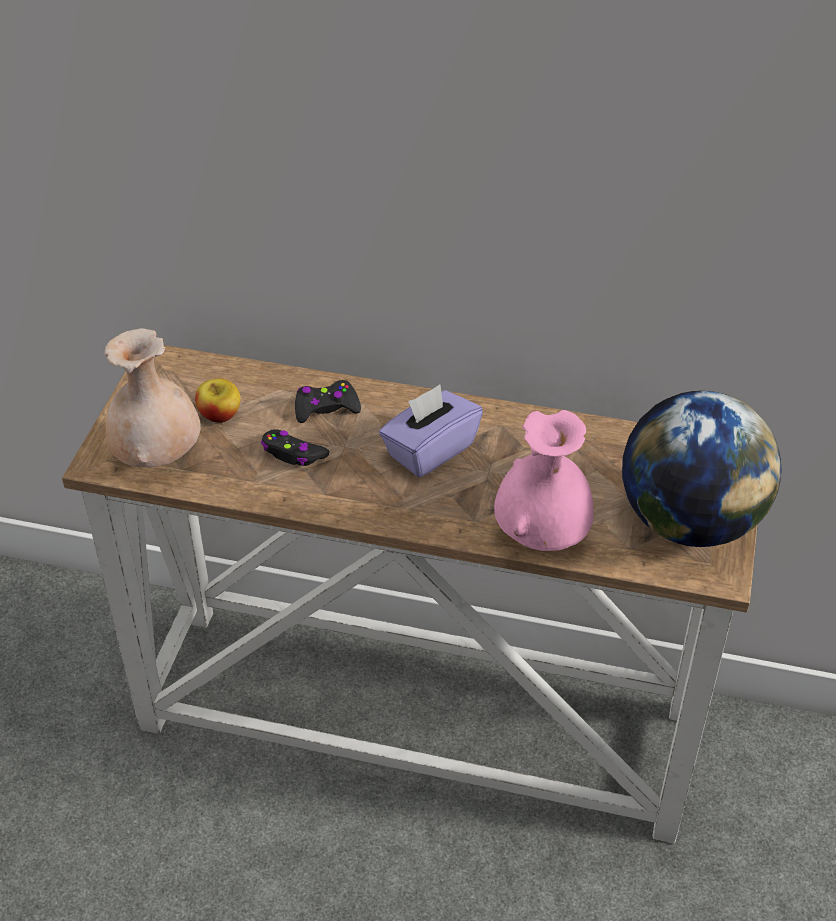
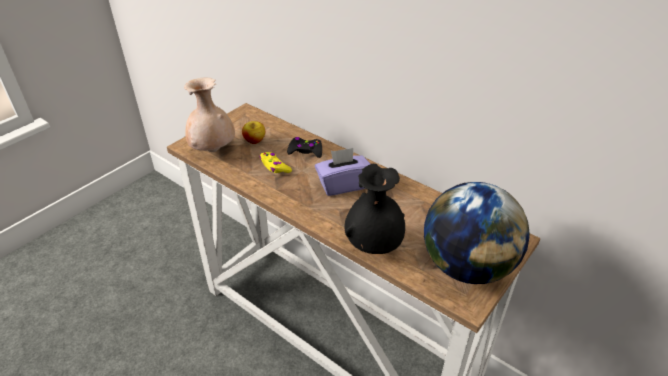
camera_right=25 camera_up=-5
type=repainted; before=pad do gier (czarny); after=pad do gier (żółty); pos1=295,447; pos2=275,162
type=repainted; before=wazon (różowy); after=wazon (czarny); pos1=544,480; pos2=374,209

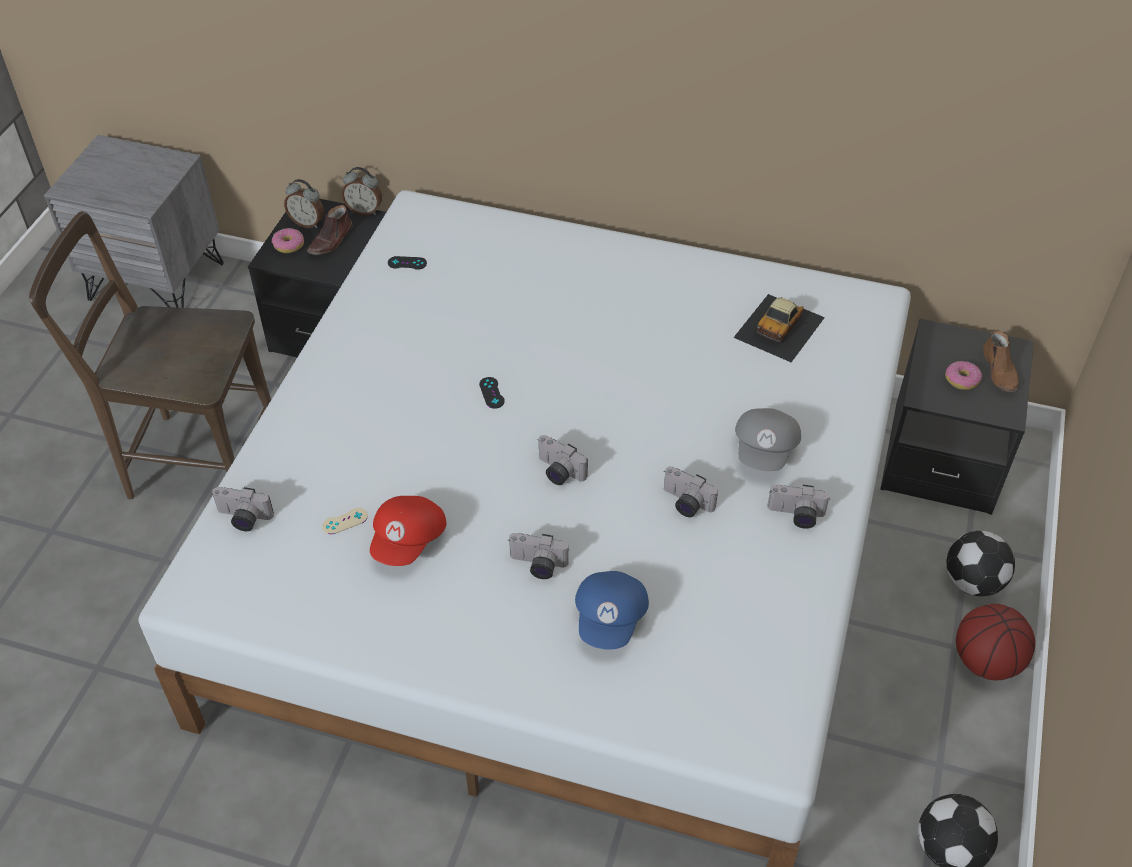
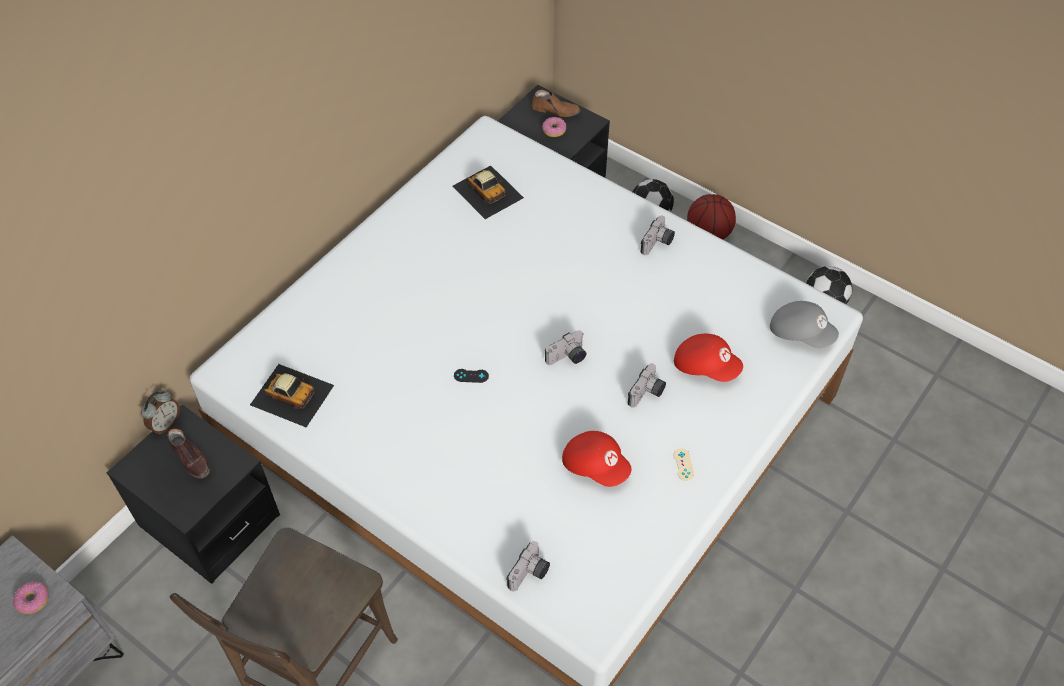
camera_right=-70 camera_up=5
type=shifted; before=donut; pos1=288,240; pos2=31,598
type=gone; before=budzik; pos1=304,203
type=shifted; before=pad do gier (beżowy); pos1=345,521; pos2=684,464
type=swapped; before=pad do gier (czarny); after=samochodzik; pos1=407,263; pos2=292,395
type=repainted; before=czapka z daszkiem (niebieski); after=czapka z daszkiem (czerwony); pos1=612,610; pos2=708,358
type=gone; before=aparat fotograficzny; pos1=691,491
type=shifted; before=czapka z daszkiem (szary); pos1=768,439; pos2=804,324

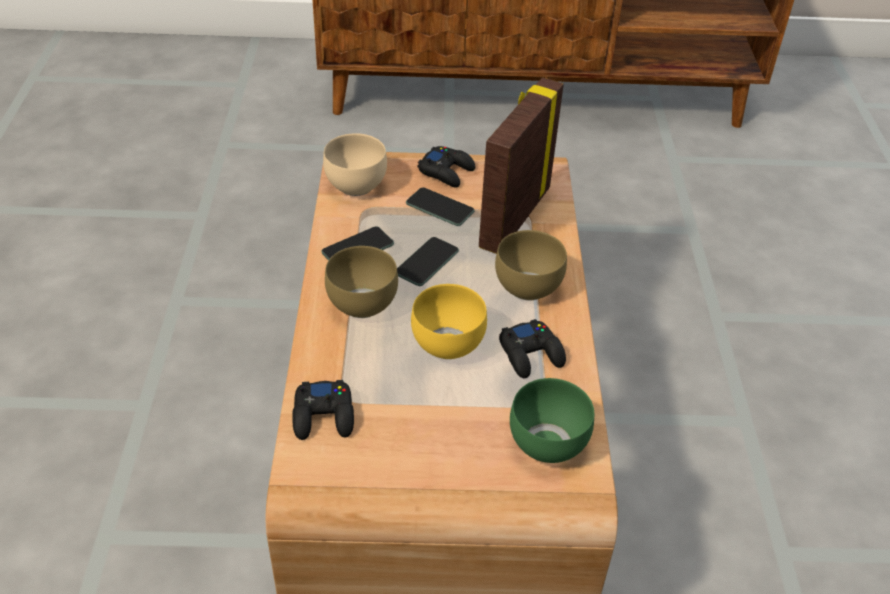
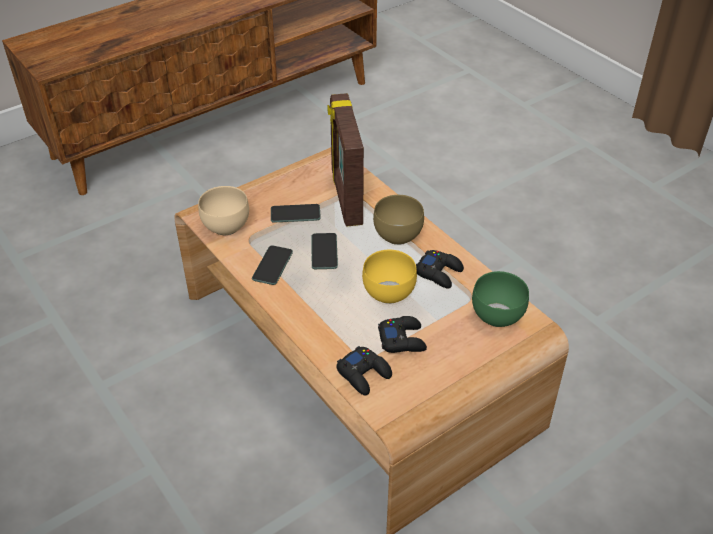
camera_right=-35 camera_up=0
type=gone; before=miska (brązowy); pos1=361,282
type=shifted; before=pad do gier (czarny); pos1=446,167; pos2=402,334

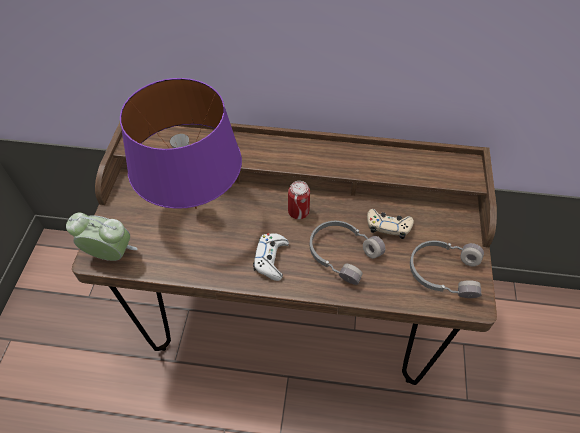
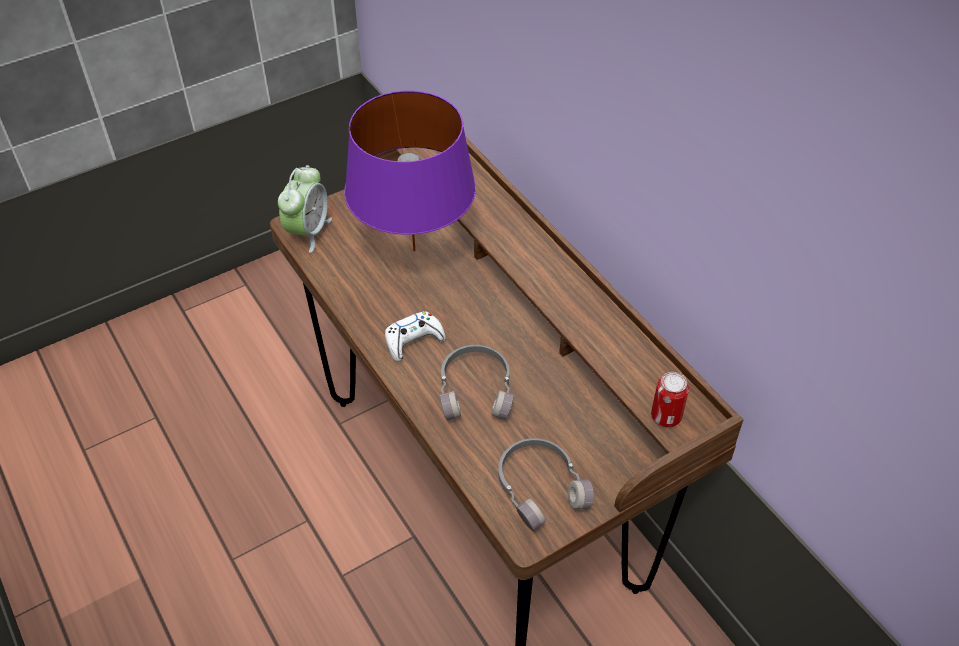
camera_right=50 camera_up=-5
type=rotated; before=budzik; pos1=102,237; pos2=305,209; turn=45
type=shifted; before=puszka; pos1=299,200; pos2=670,399
type=gone; before=pad do gier (beżowy); pos1=390,224

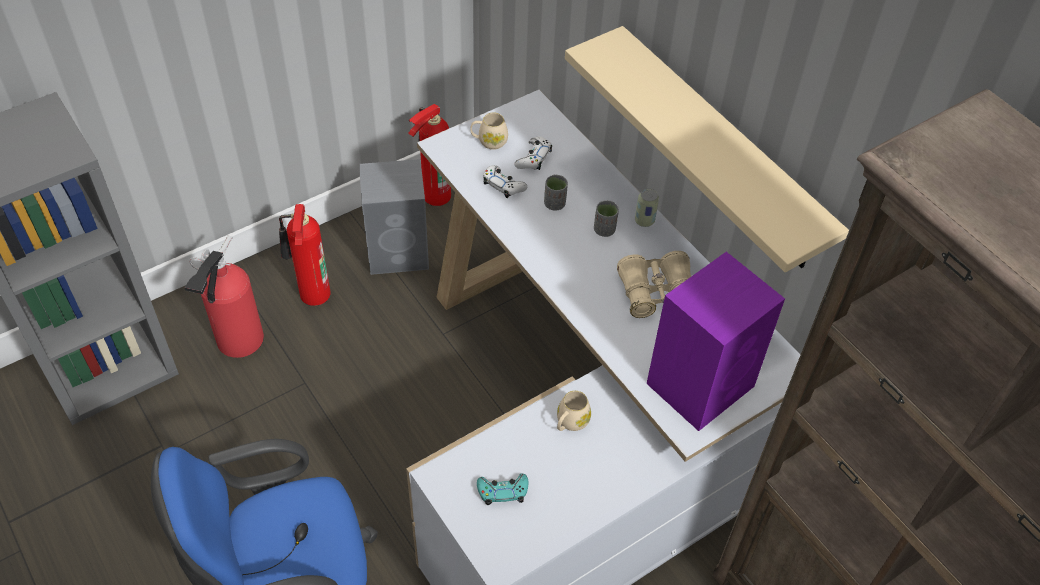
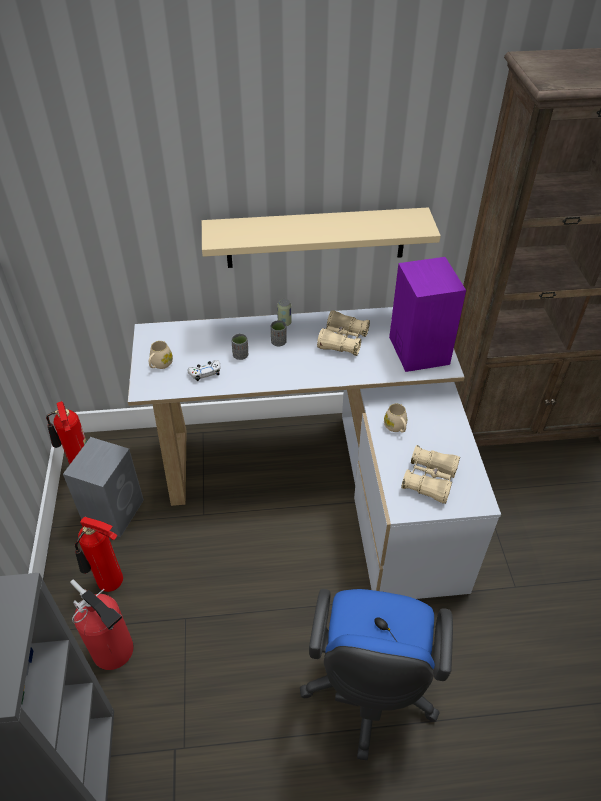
camera_right=-60 camera_up=-5
type=swapped; before=pad do gier (turkusowy); after=lornetka (beżowy); pos1=502,489; pos2=430,474
type=gone; before=pad do gier (biały); pos1=533,153

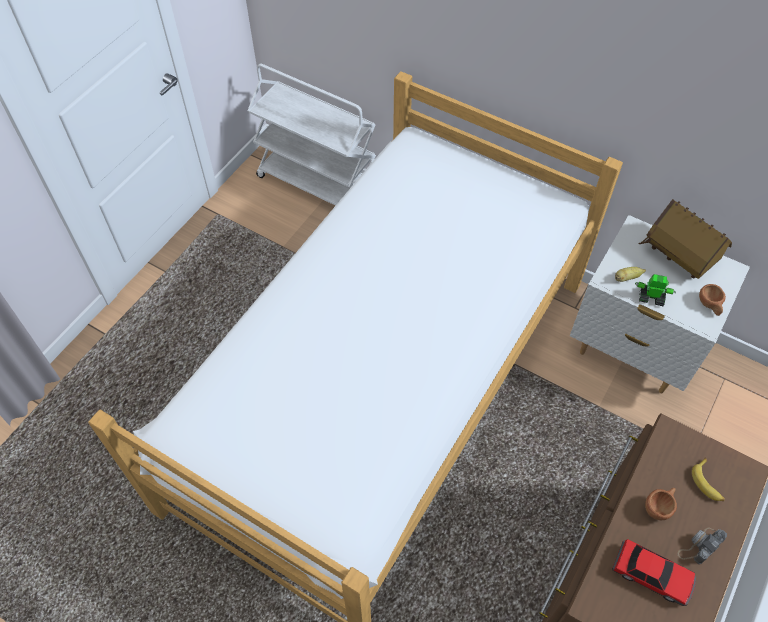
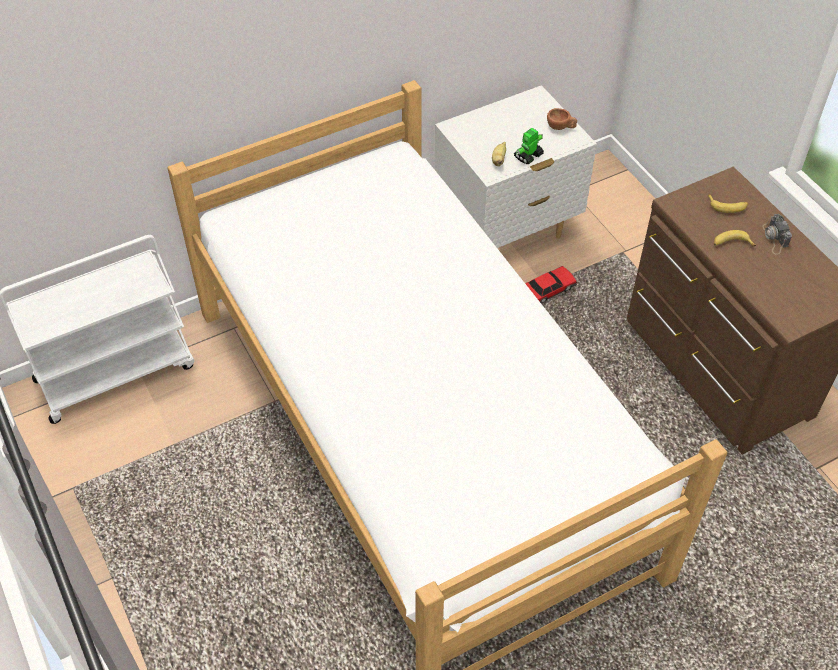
camera_right=-60 camera_up=-5
type=shifted; before=samochodzik; pos1=654,572; pos2=551,285
type=gone; before=domek; pos1=685,239
type=swapped; before=filiżanka (brązowy); after=banan; pos1=661,504; pos2=735,238

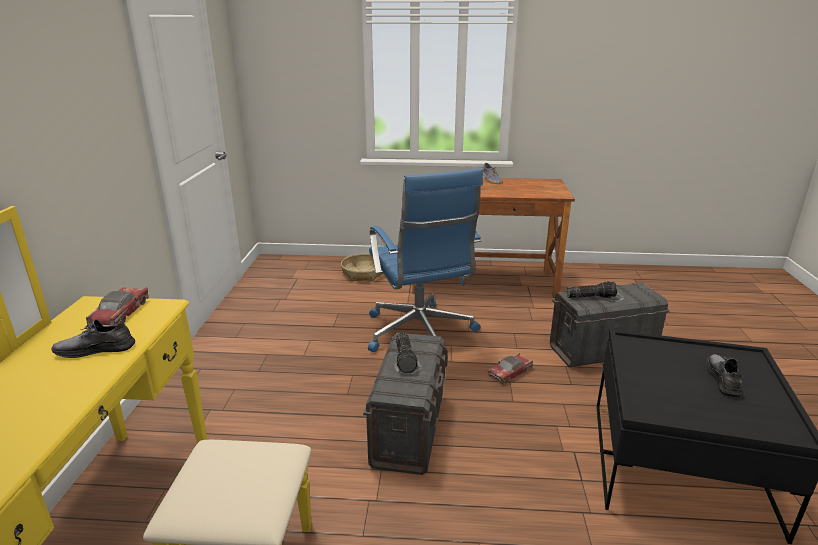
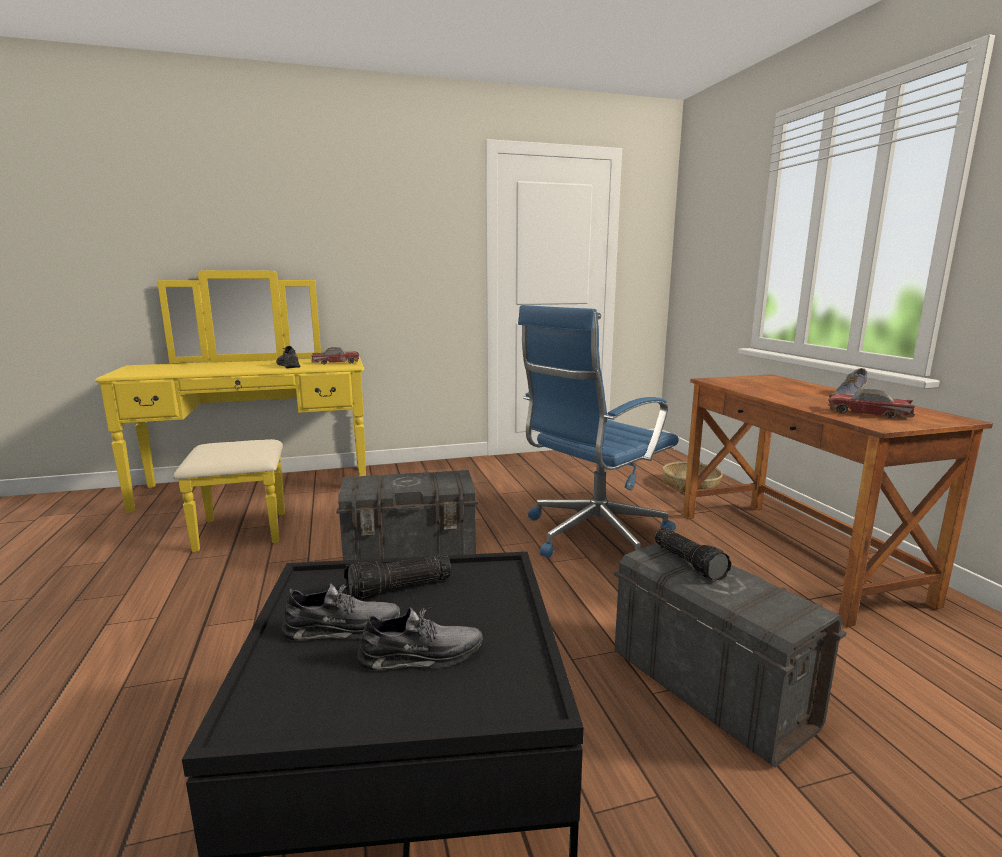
camera_right=70 camera_up=-10
type=shifted; before=latarka; pos1=407,352; pos2=397,577
type=shifted; before=samochodzik; pos1=510,368; pos2=872,404
type=new; after=but (szary); pos2=340,612

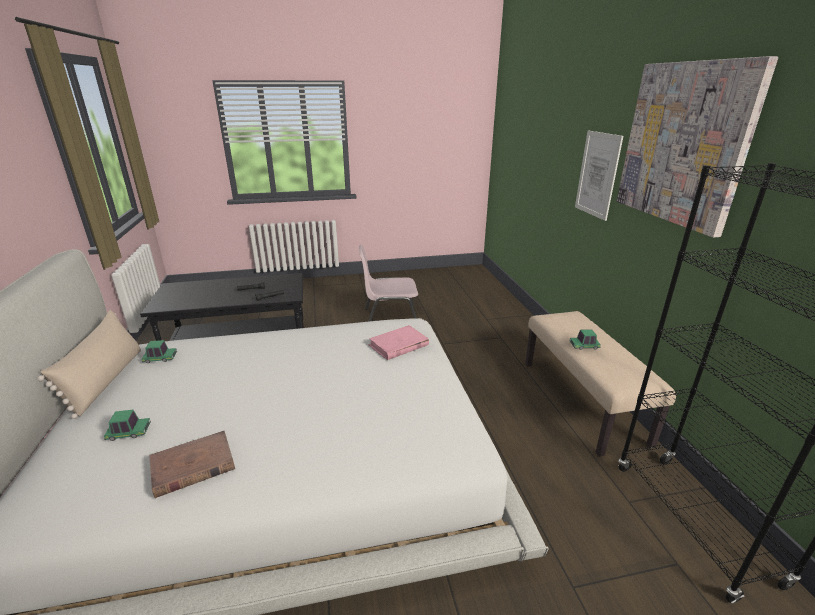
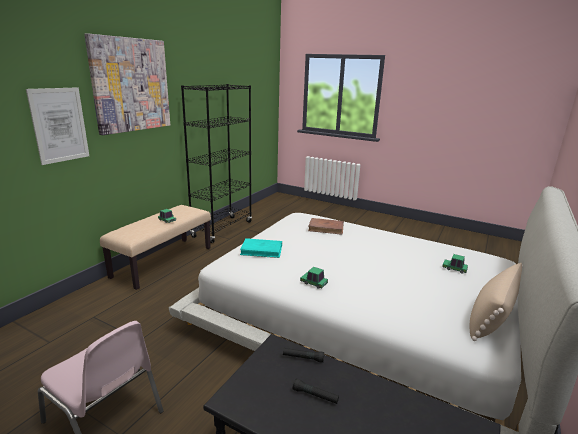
camera_right=-140 camera_up=-5
type=shifted; before=samochodzik; pos1=159,351; pos2=314,278
type=shifted; before=książka (brązowy); pos1=192,464; pos2=326,226
type=repainted; before=książka (różowy); after=książka (turkusowy); pos1=398,342; pos2=261,248

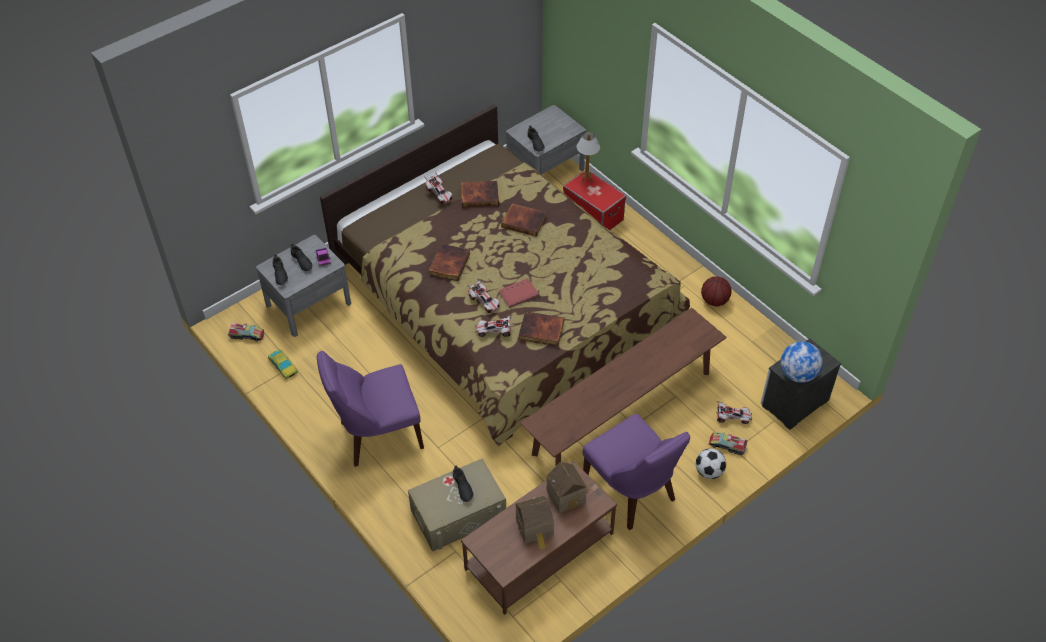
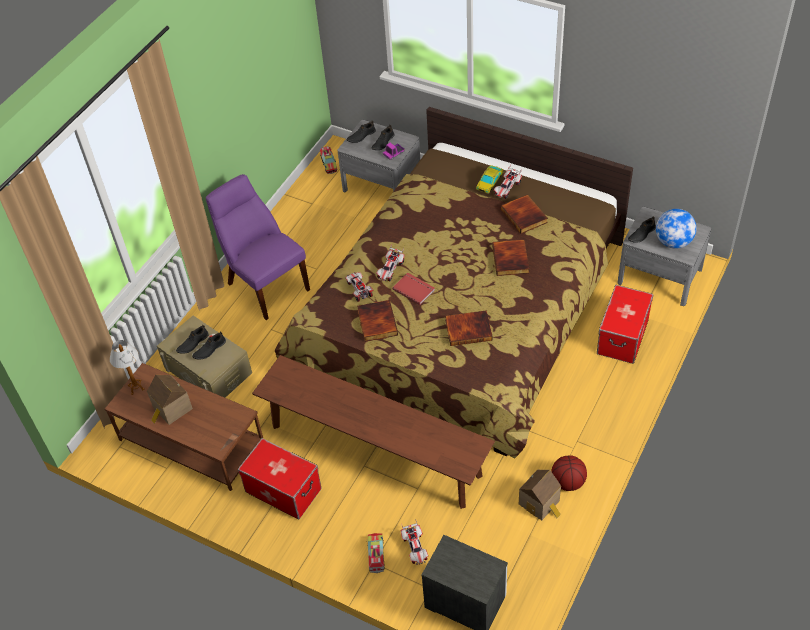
camera_right=70 camera_up=0
type=shifted; before=samochodzik; pos1=283,364; pos2=489,179
type=shifted; before=książka; pos1=449,262; pos2=468,328
type=shifted; before=domek; pos1=568,487; pos2=540,494
type=shifted; before=lampa stołowa; pos1=588,157; pos2=127,367
type=swapped; before=krzesło (fioletowy); after=pojemnik do przechowywania; pos1=636,472; pos2=280,479
type=gone; before=piłka futbolowa; pos1=711,463
type=shifted; before=globus; pos1=802,362; pos2=676,229
type=new; after=but (czarny); pos2=192,339

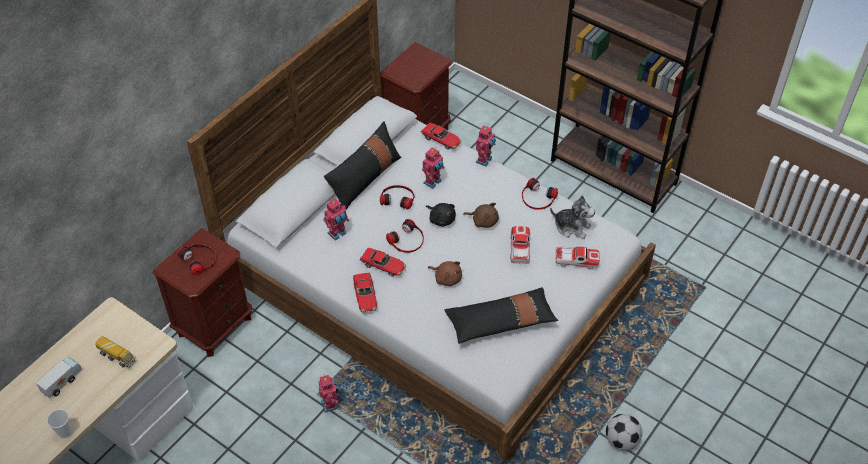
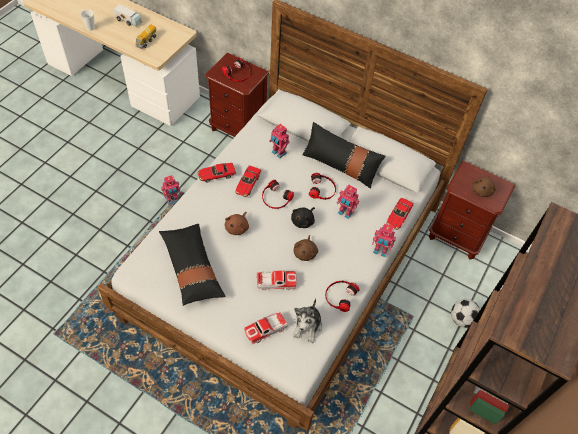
camera_right=80 camera_up=5
type=rotated; before=samochodzik; pos1=577,257; pos2=266,327; turn=60
type=shifted; before=piłka futbolowa; pos1=624,432; pos2=465,313
type=new; after=pluszak (brązowy); pos2=484,186

